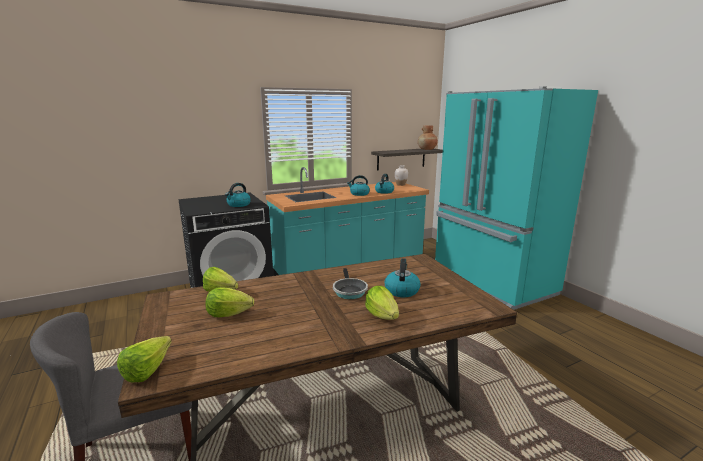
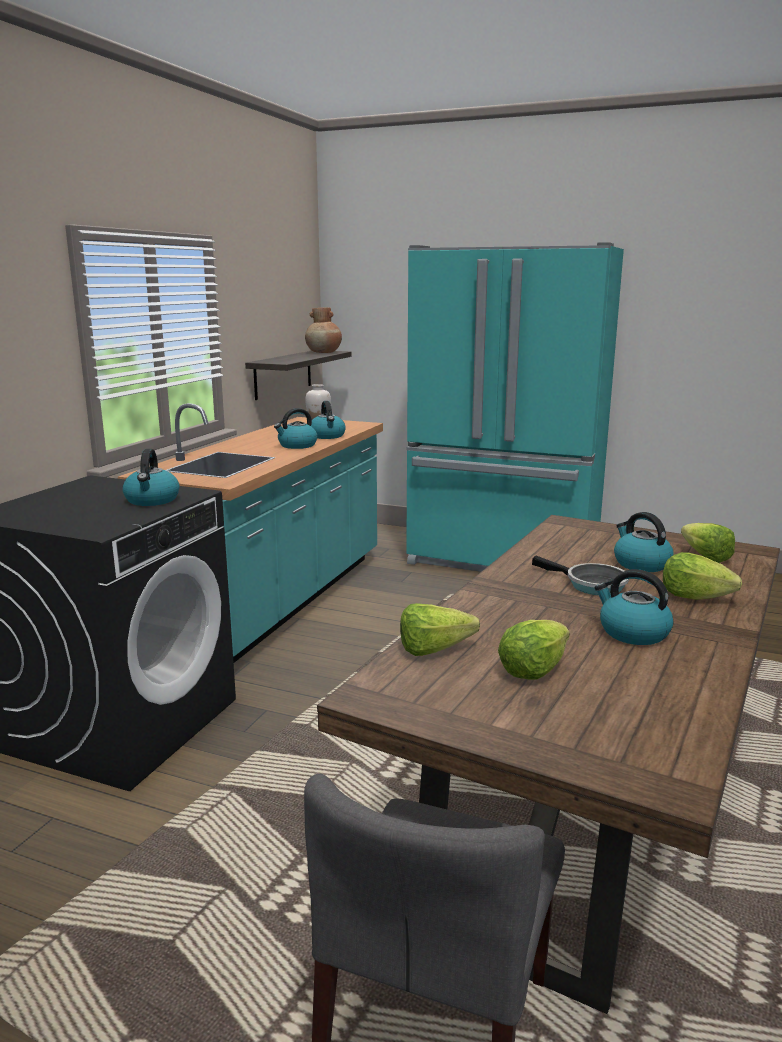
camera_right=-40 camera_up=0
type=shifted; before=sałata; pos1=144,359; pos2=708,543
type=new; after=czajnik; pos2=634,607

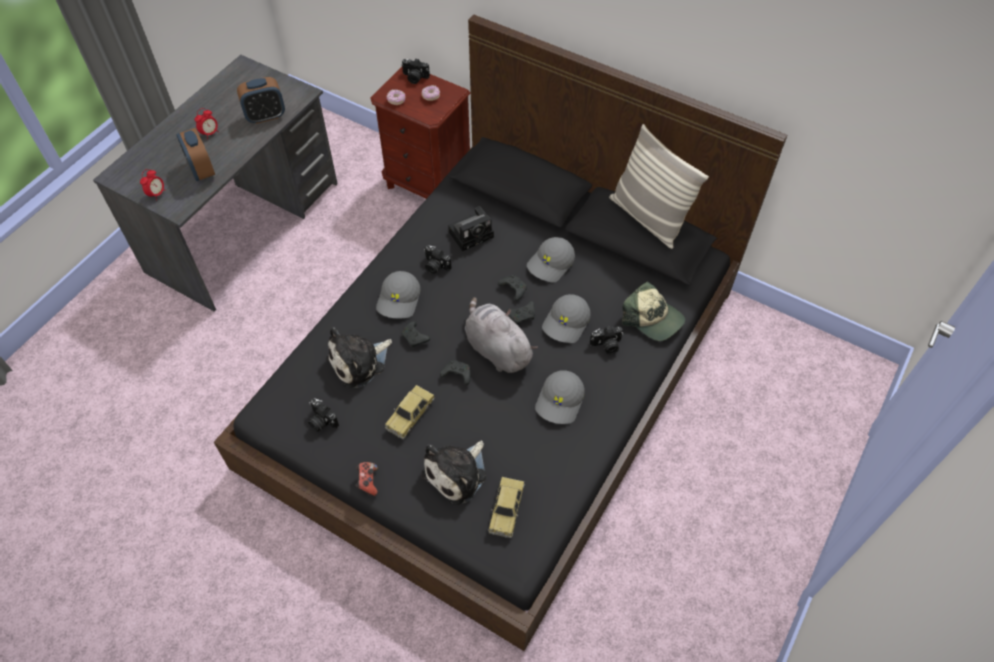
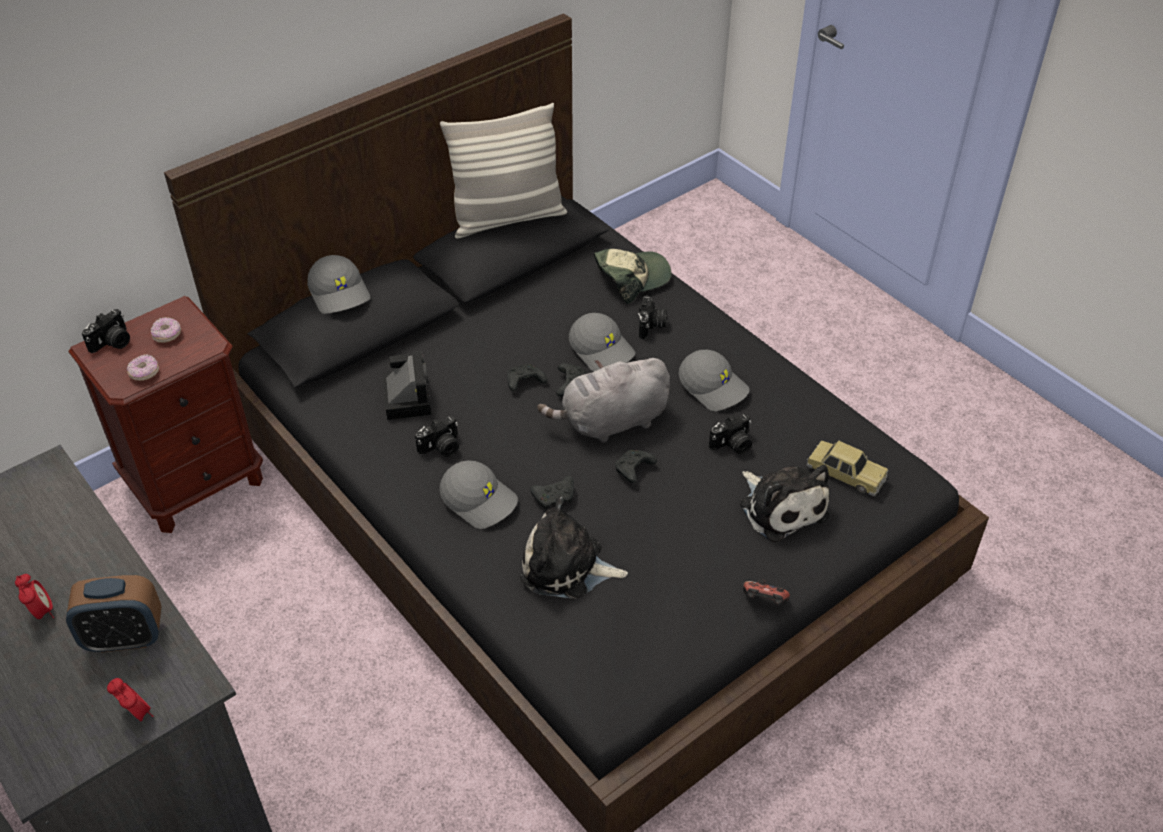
camera_right=-70 camera_up=-10
type=gone; before=budzik; pos1=261,100
type=shifted; before=aparat fotograficzny; pos1=323,415; pos2=730,434
type=rotated; before=pluszak; pos1=359,357; pos2=574,547; turn=120
type=gone; before=samochodzik; pos1=410,412
type=shifted; before=czapka z daszkiem (szary); pos1=551,260; pos2=338,284

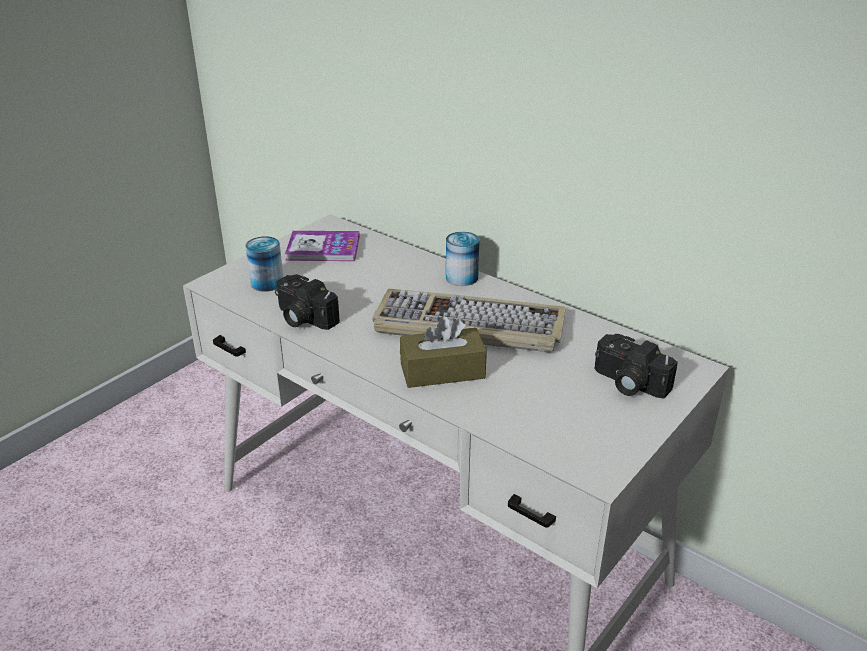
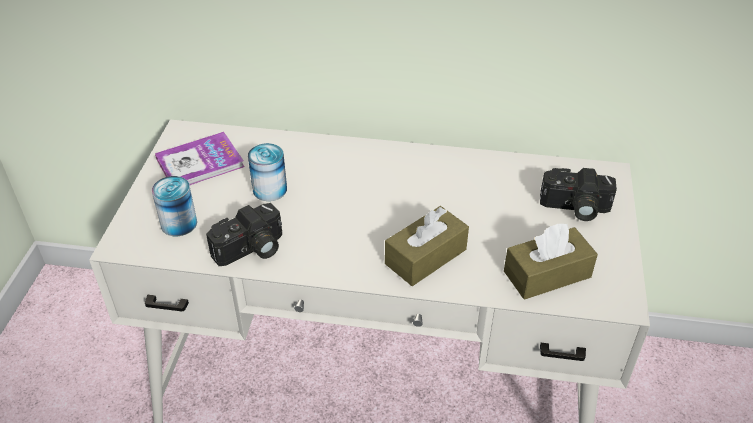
camera_right=-30 camera_up=10
type=rotated; before=aparat fotograficzny; pos1=307,302; pos2=244,234; turn=-45
type=gone; before=klawiatura; pos1=469,320
type=shifted; before=puszka; pos1=463,259; pos2=267,172
type=new; after=pudełko chusteczek (brązowy); pos2=551,261

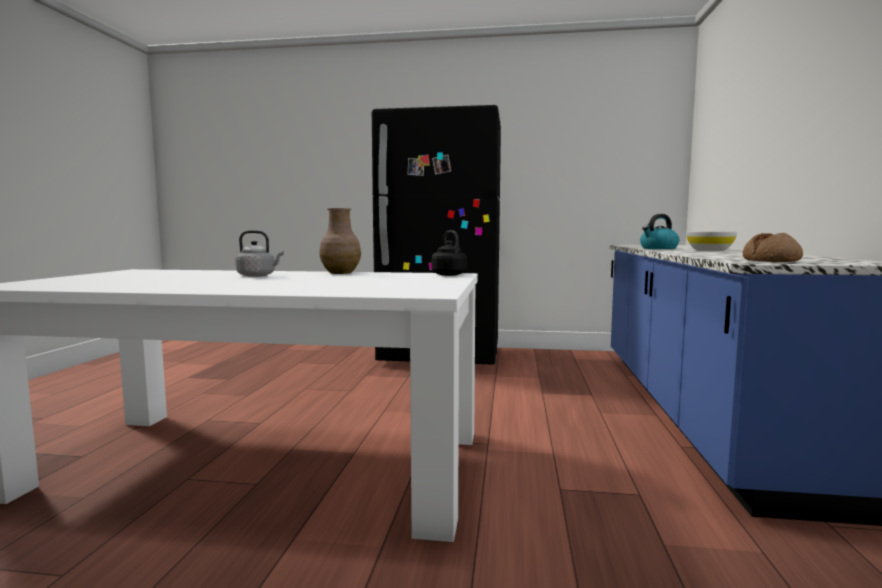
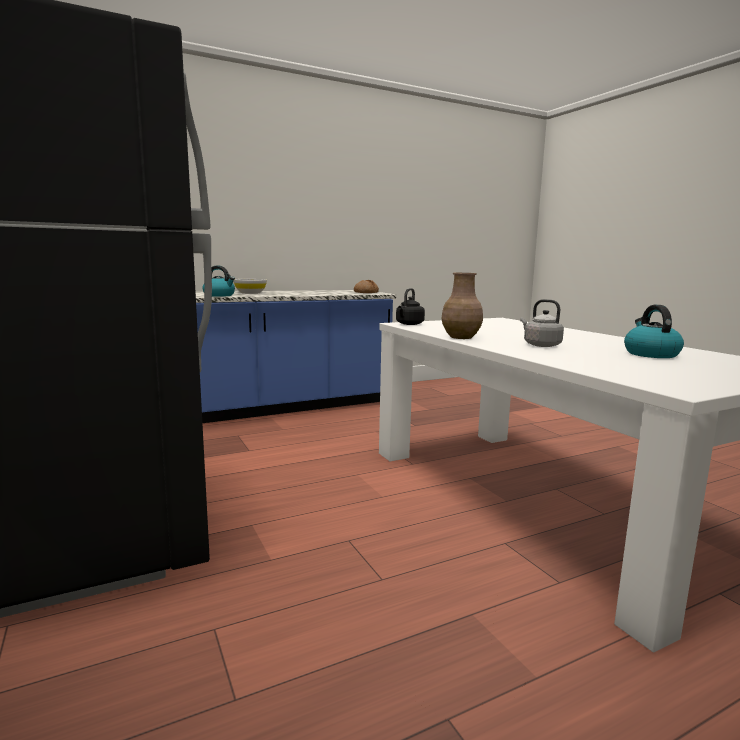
camera_right=-125 camera_up=5
type=new; after=czajnik; pos2=654,331

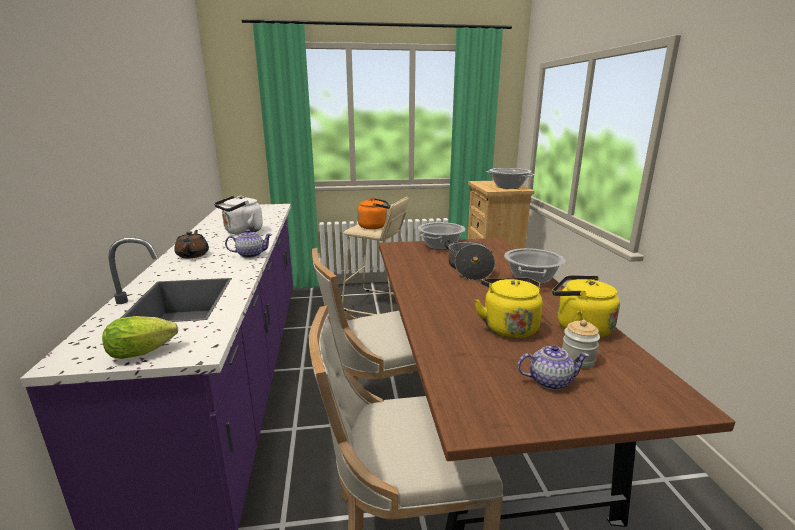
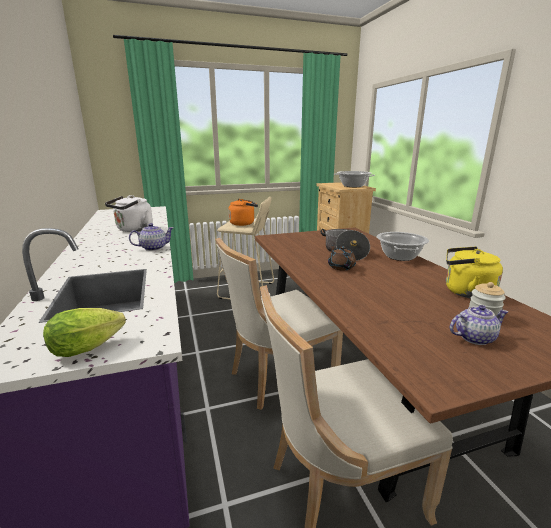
camera_right=-10 camera_up=0
type=shifted; before=imbryk (brązowy); pos1=191,244; pos2=342,257
type=gone; before=garnek; pos1=441,236
type=gone; before=czajnik (żółty); pos1=508,308

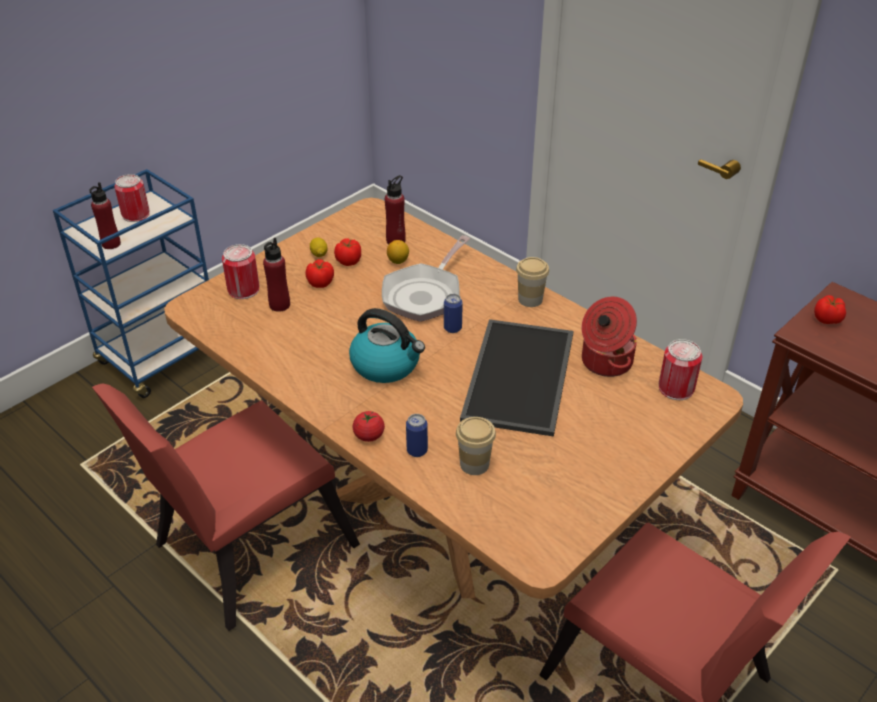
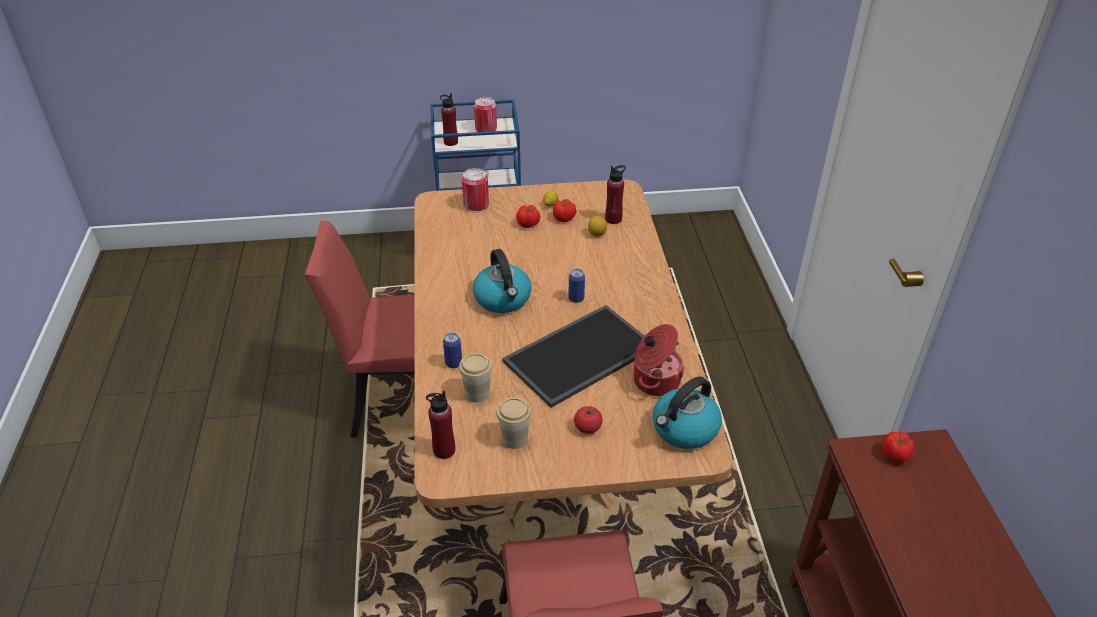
camera_right=40 camera_up=0
type=shifted; before=butelka (czerwony); pos1=276,275; pos2=440,425
type=shifted; before=pomidor; pos1=369,426; pos2=588,420
type=gone; before=patelnia; pos1=426,278
type=shifted; before=filiżanka; pos1=532,282; pos2=514,423
type=swapped; before=puszka; after=czajnik; pos1=680,369; pos2=687,412

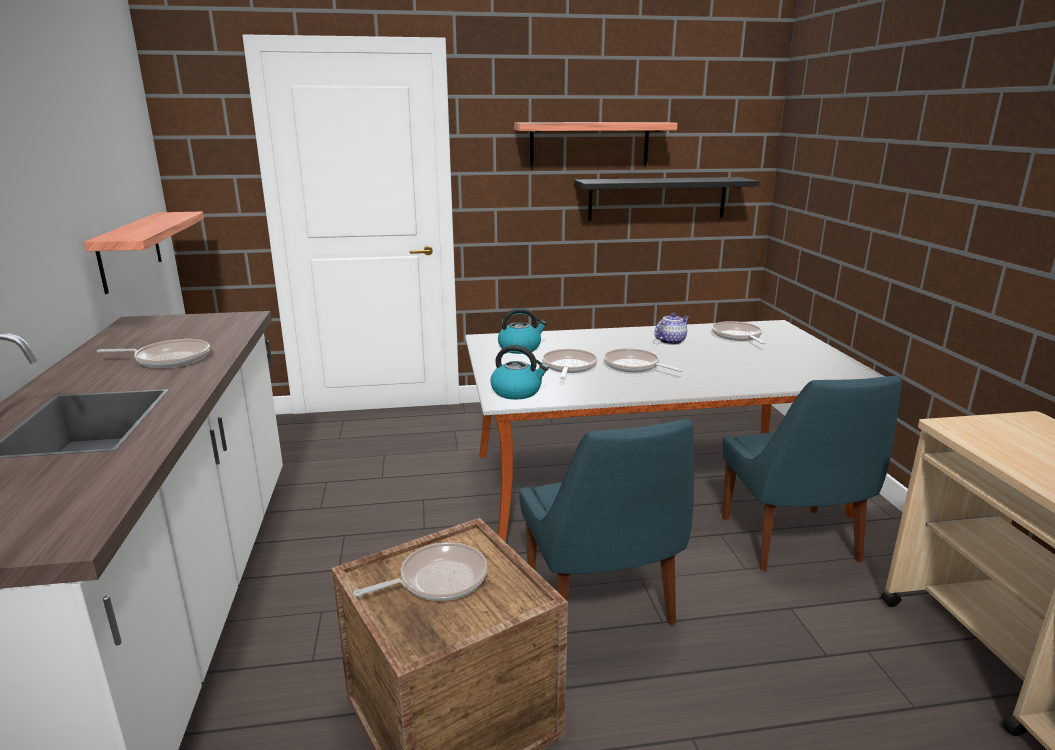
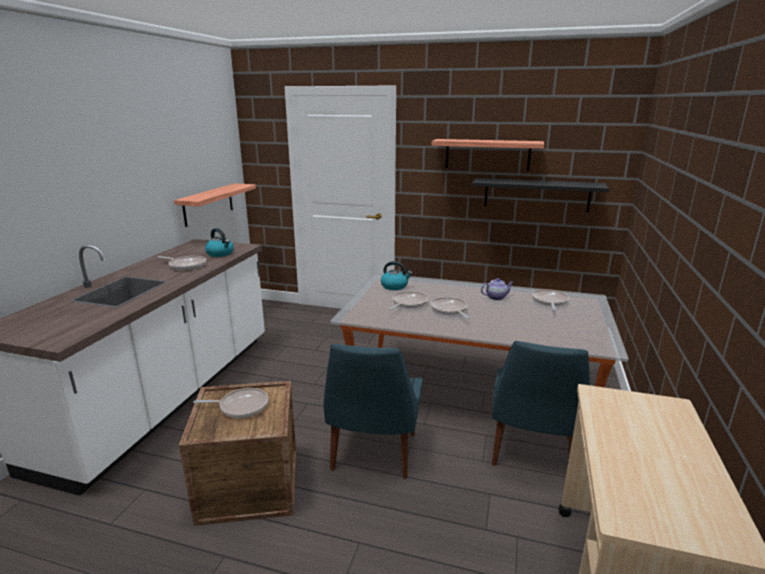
camera_right=25 camera_up=0
type=shifted; before=czajnik; pos1=519,372; pos2=219,242

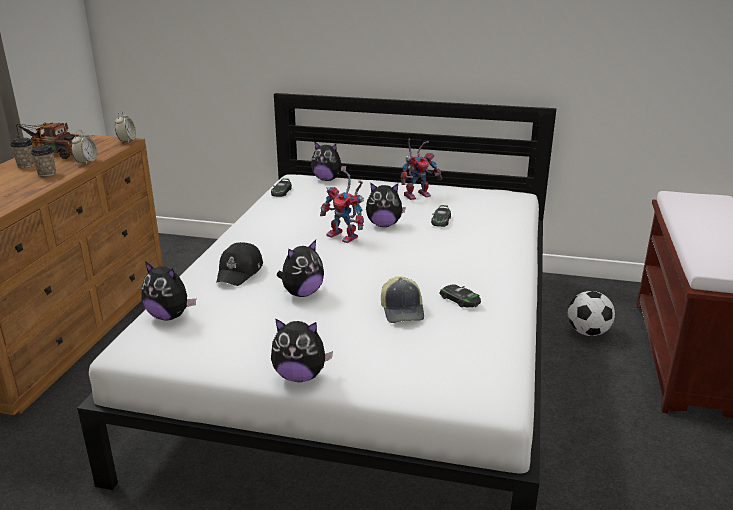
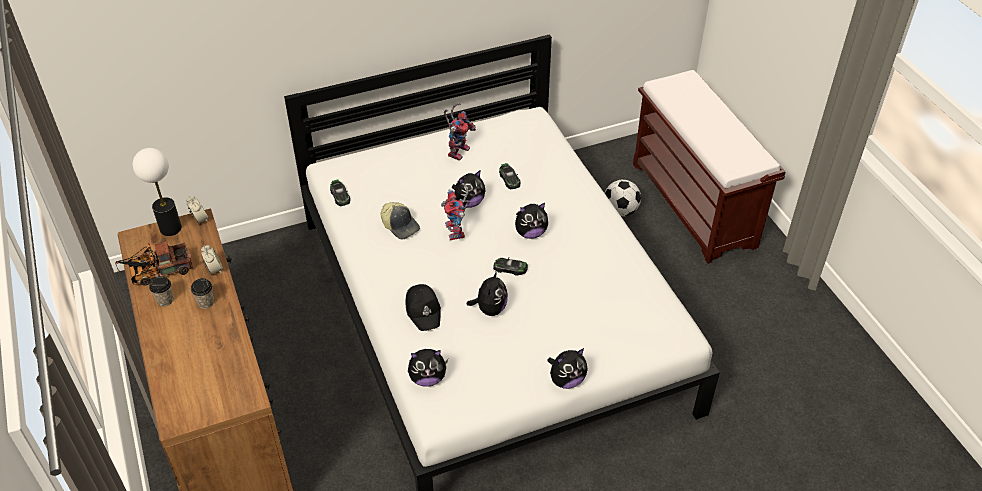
camera_right=-35 camera_up=20
type=shifted; before=pluszak; pos1=328,161; pos2=531,221
type=rotated; before=robot zabawkowy; pos1=342,206; pos2=455,211; turn=75
type=shifted; before=czapka z daszkiem; pos1=402,299; pos2=400,221
type=shifted; before=samochodzik; pos1=460,296; pos2=510,266
type=new; after=lampa stołowa; pos2=157,192

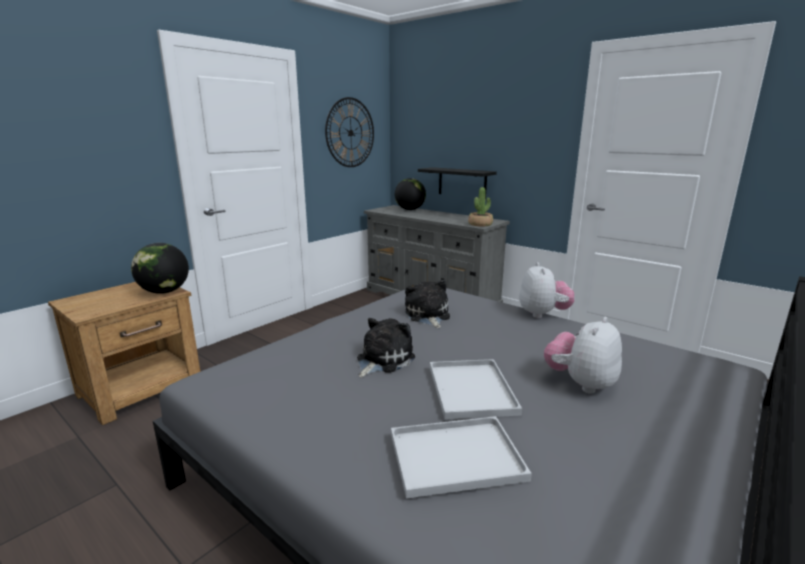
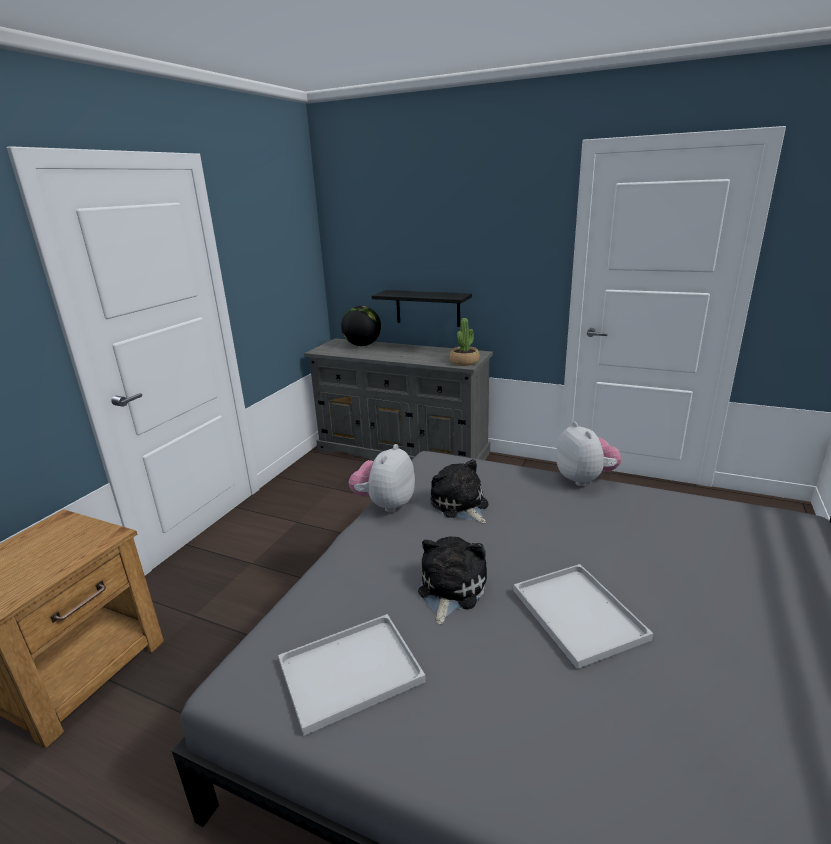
camera_right=-15 camera_up=5
type=gone; before=globus; pos1=160,268
type=gone; before=zegar ścienny; pos1=349,132
type=shifted; before=taca (biały); pos1=461,457; pos2=352,675
type=shifted; before=pluszak; pos1=583,355; pos2=382,478

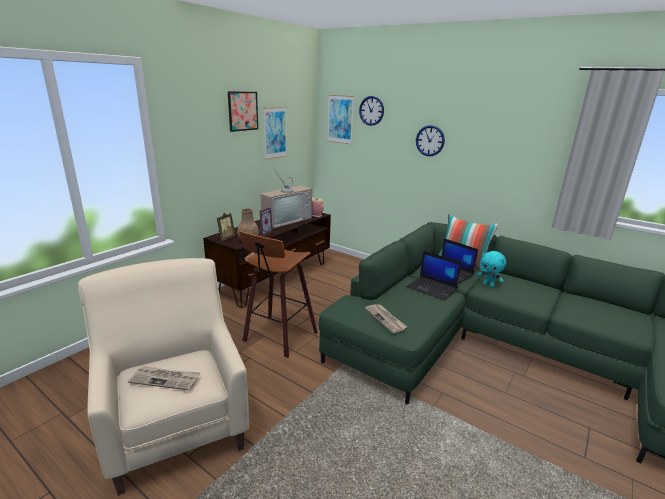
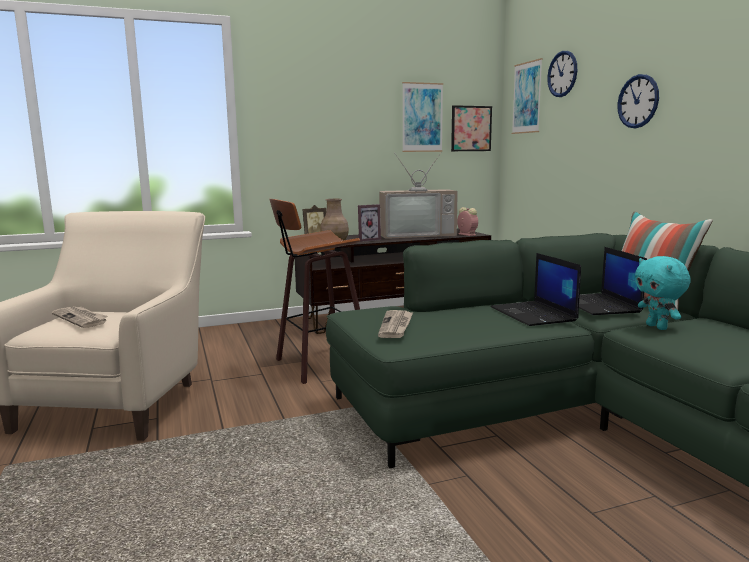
camera_right=35 camera_up=-10
type=shifted; before=obraz; pos1=243,111; pos2=471,128

